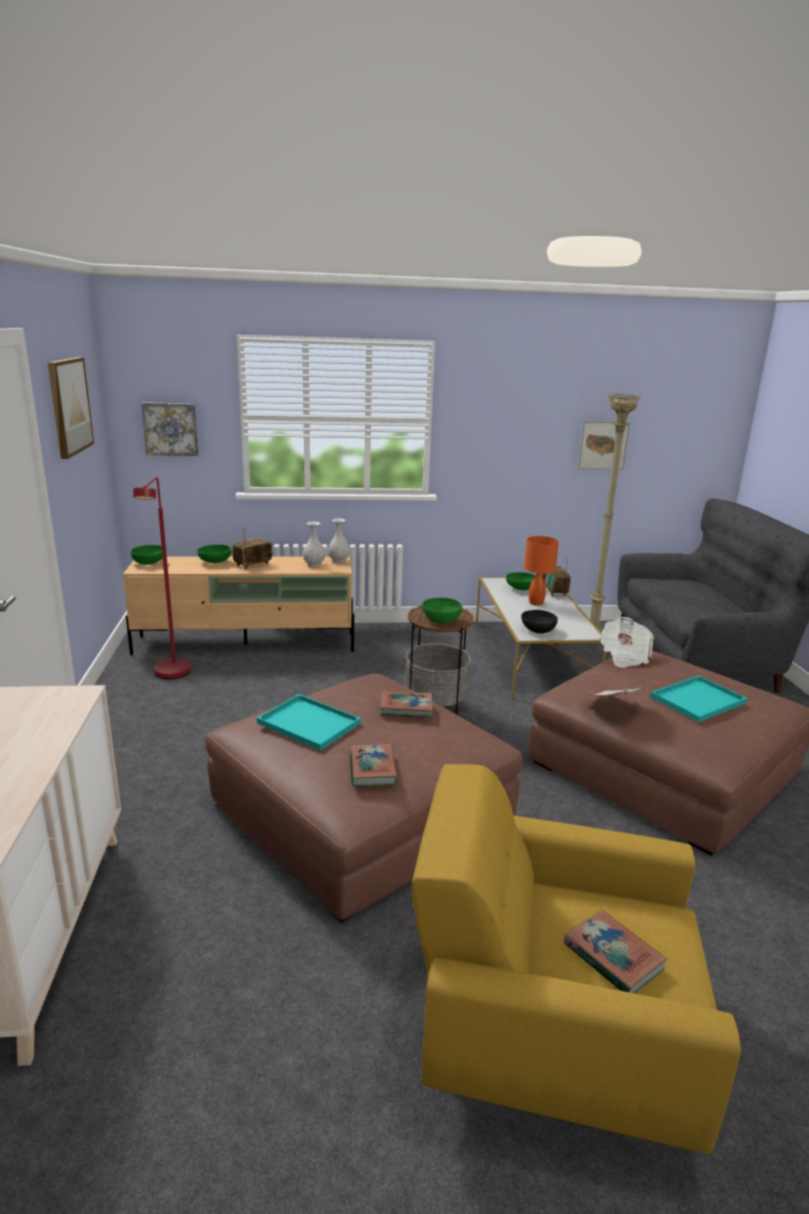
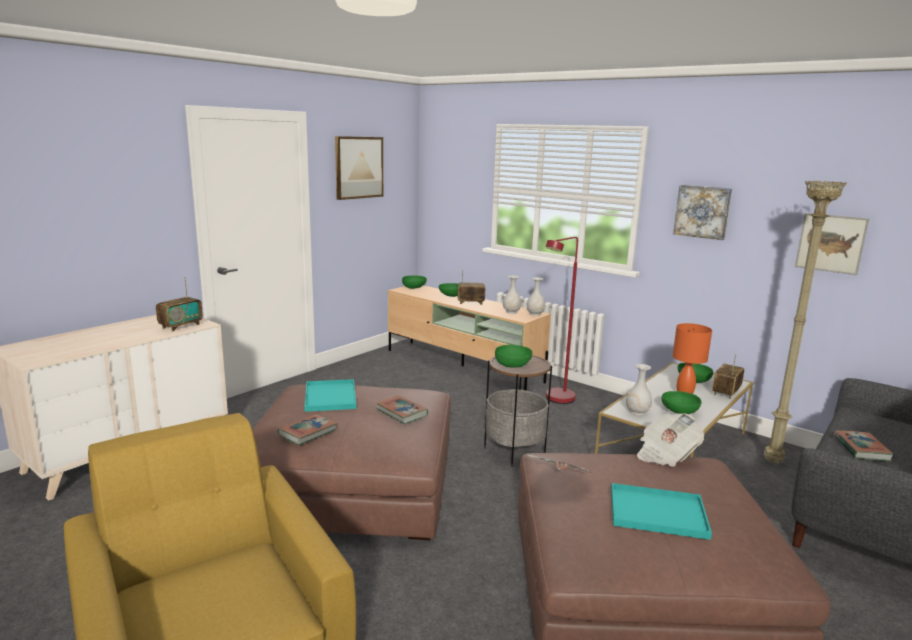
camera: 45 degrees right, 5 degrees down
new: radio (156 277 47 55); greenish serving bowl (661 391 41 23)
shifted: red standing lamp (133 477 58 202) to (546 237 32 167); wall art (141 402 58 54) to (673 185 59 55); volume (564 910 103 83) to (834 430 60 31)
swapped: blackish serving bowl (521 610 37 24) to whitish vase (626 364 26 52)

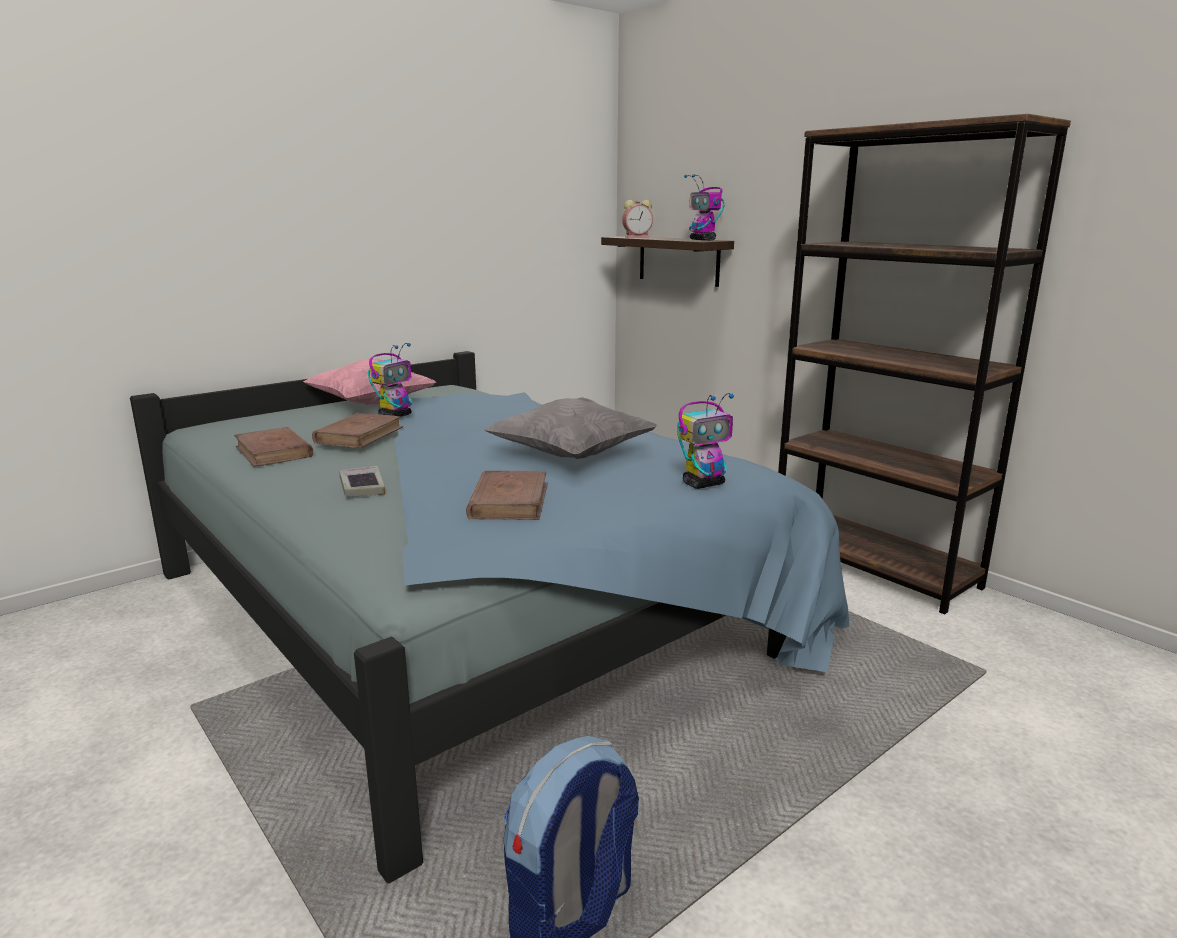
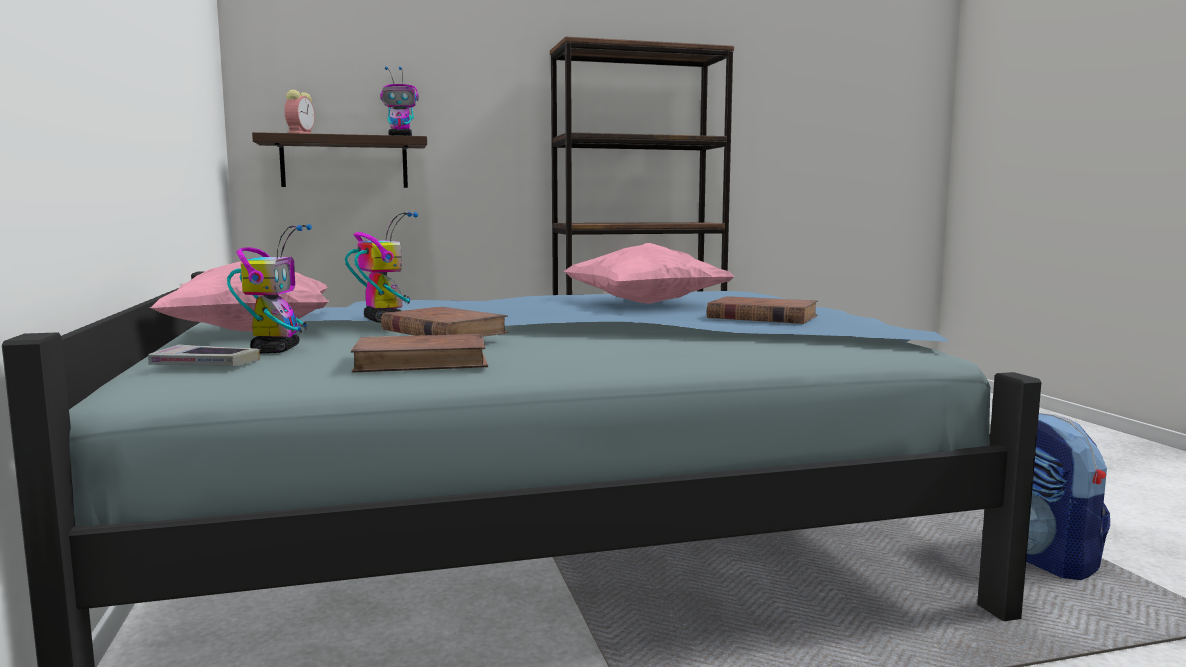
camera: 65 degrees left, 10 degrees down
shifted: volume (339 466 46 30) to (148 344 112 22); robot figure (677 393 57 96) to (227 224 85 129)
repainted: gray pillow (483 397 174 62) to pinkish pillow (563 243 172 61)

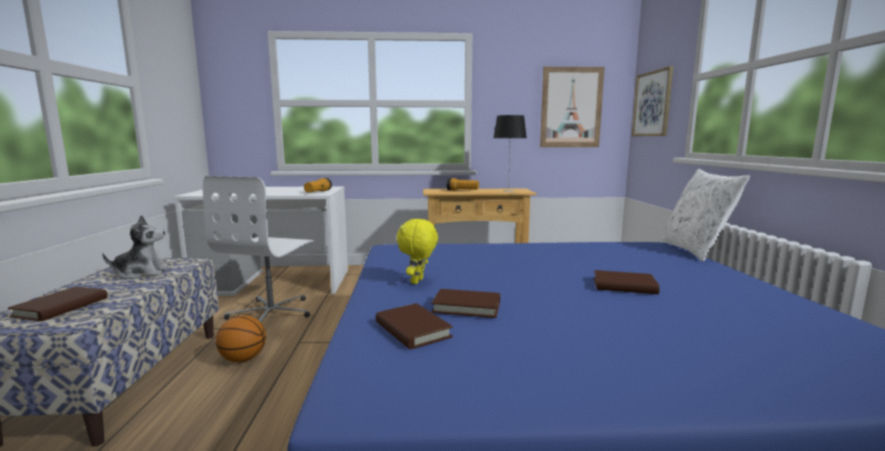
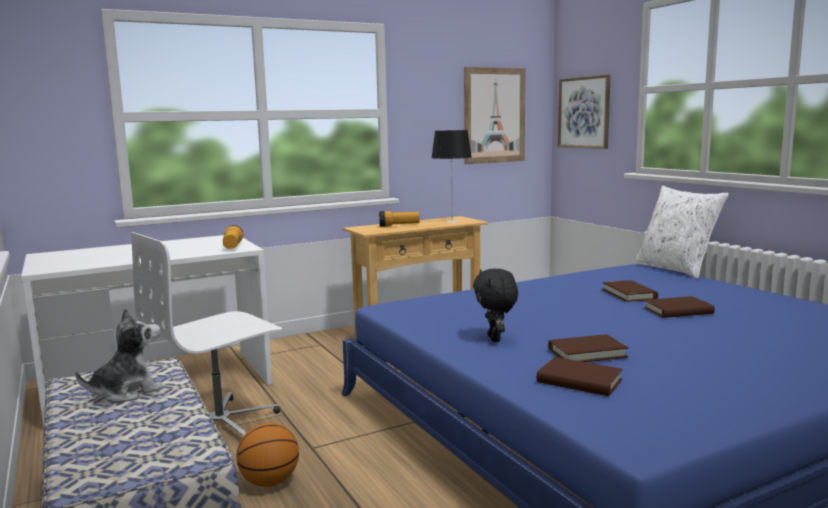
camera: 25 degrees left, 0 degrees up
shifted: brownish volume (8 286 100 35) to (602 280 56 22)
repainted: yellow cuddly toy (397 219 41 65) to blackish cuddly toy (473 268 45 74)
rotated: whitish office chair (203 176 111 146) = (131 232 151 204) 60 degrees clockwise

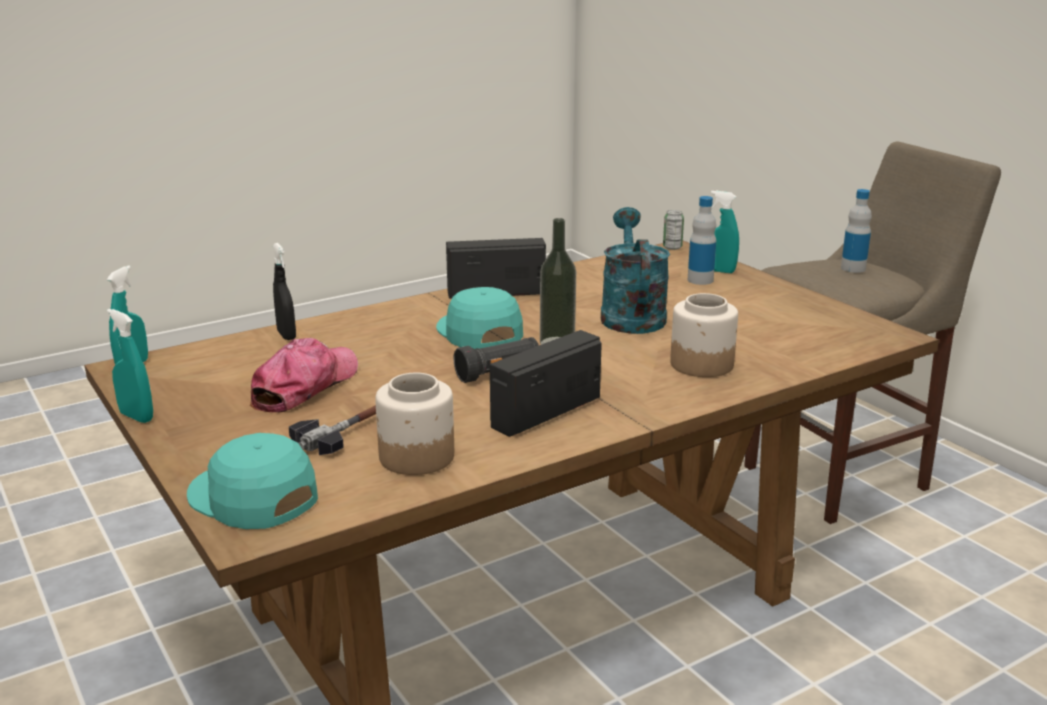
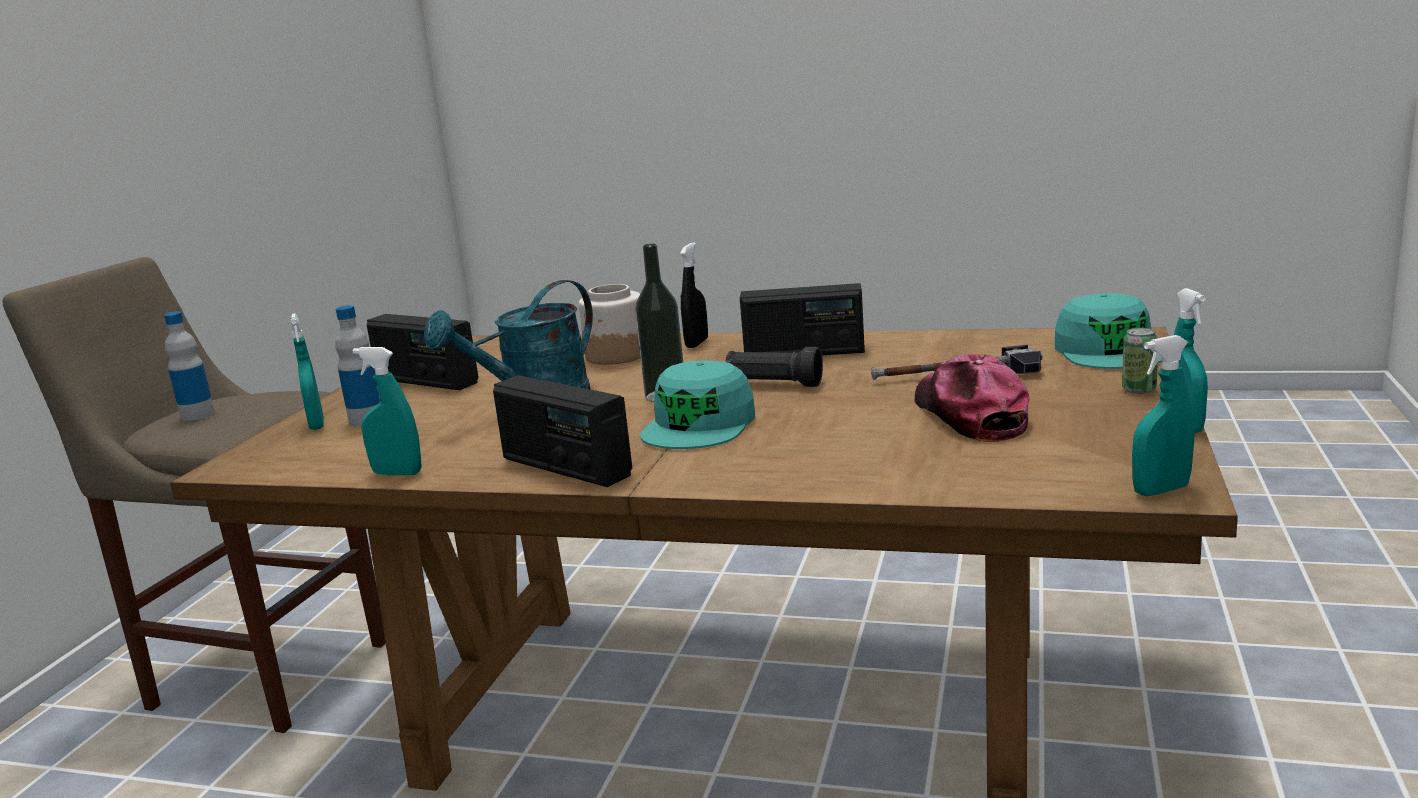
camera: 130 degrees left, 5 degrees down
gone: preserve jar (375 373 79 102)
new: turquoise spray bottle (353 347 69 128); radio (367 314 112 76)
shifted: blackish spray bottle (273 243 23 97) to (680 242 28 106); sealed can (663 210 21 40) to (1122 328 36 66)
rotated: baseball cap (250 338 108 74) = (915 354 115 88) 90 degrees clockwise

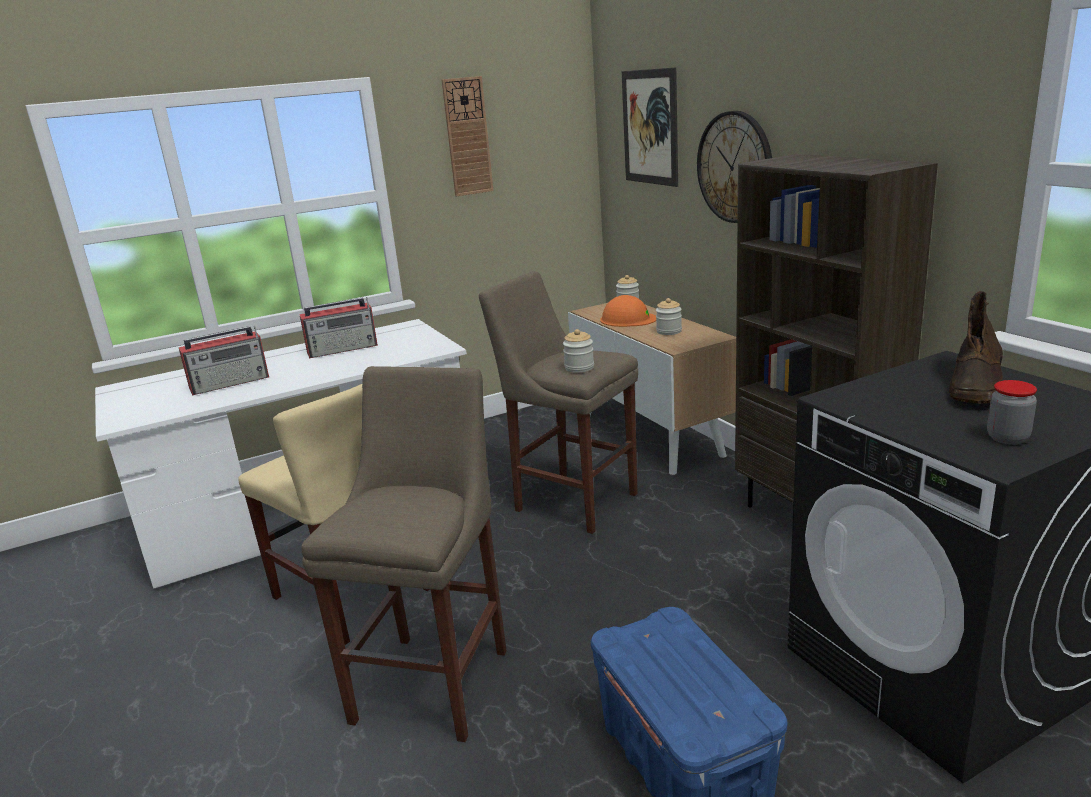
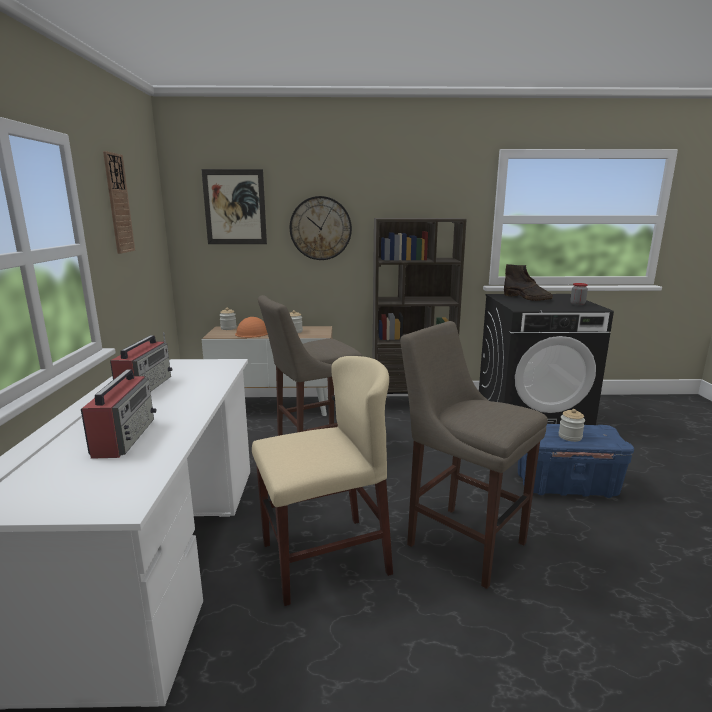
camera: 65 degrees left, 5 degrees down
shifted: preserve jar (563 329 31 44) to (559 409 26 33)

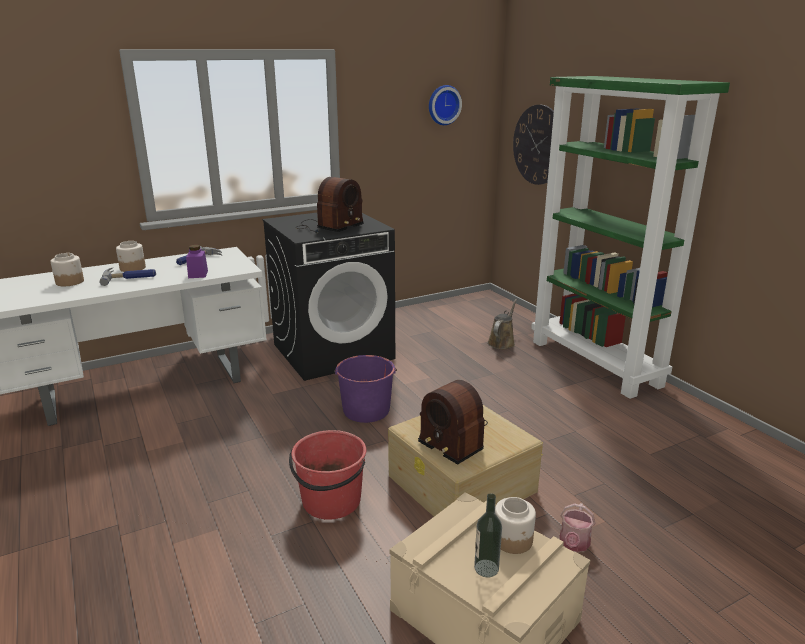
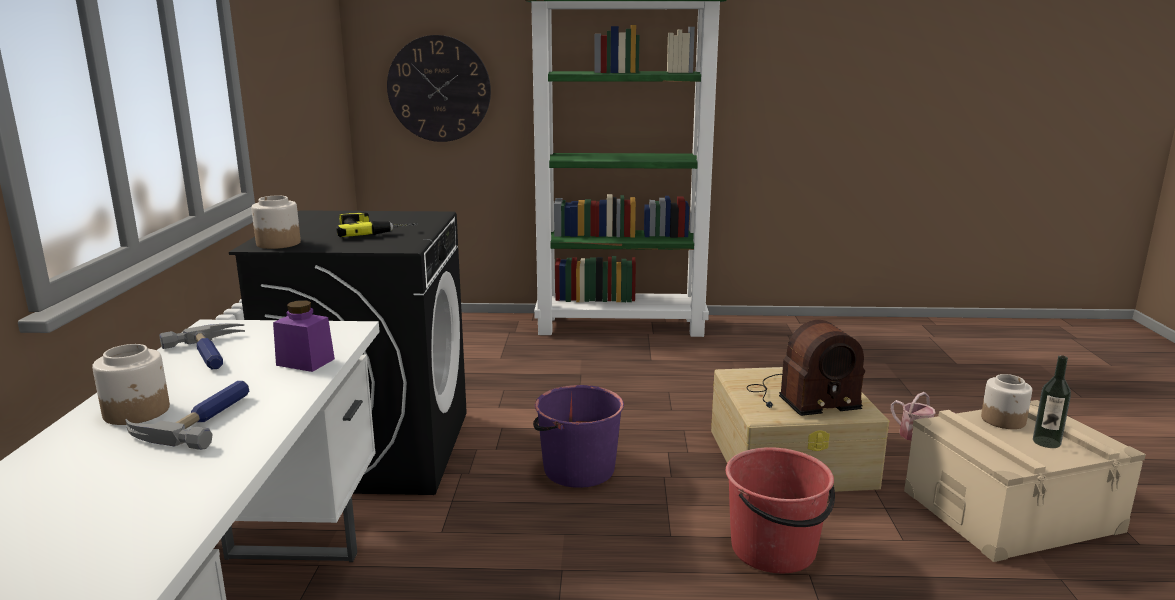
camera: 60 degrees left, 5 degrees down
gone: clock on the wall (429 85 33 40); brownish sprinkling can (487 299 30 50)
shifted: preserve jar (51 253 33 33) to (251 196 50 53)
swapped: radio (295 177 69 56) to electric drill (336 212 82 25)

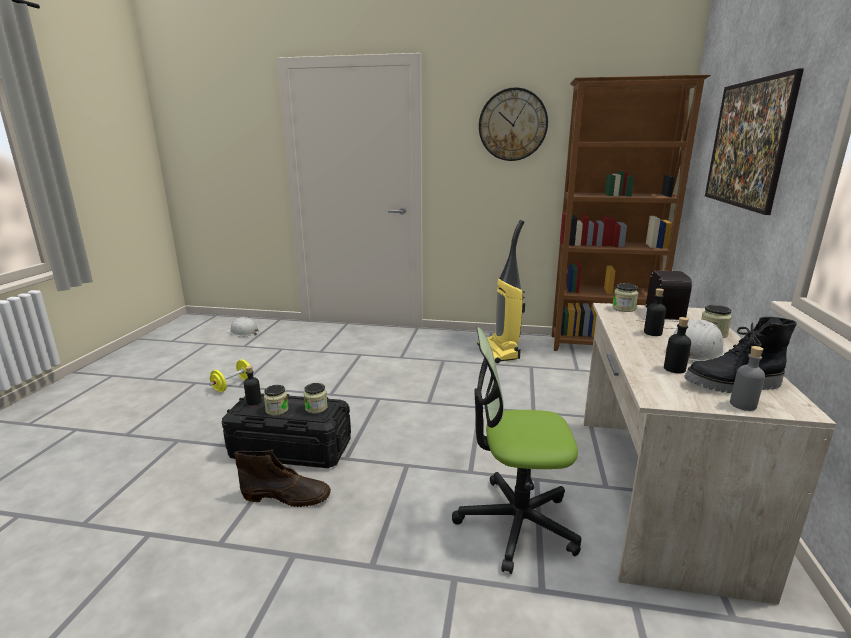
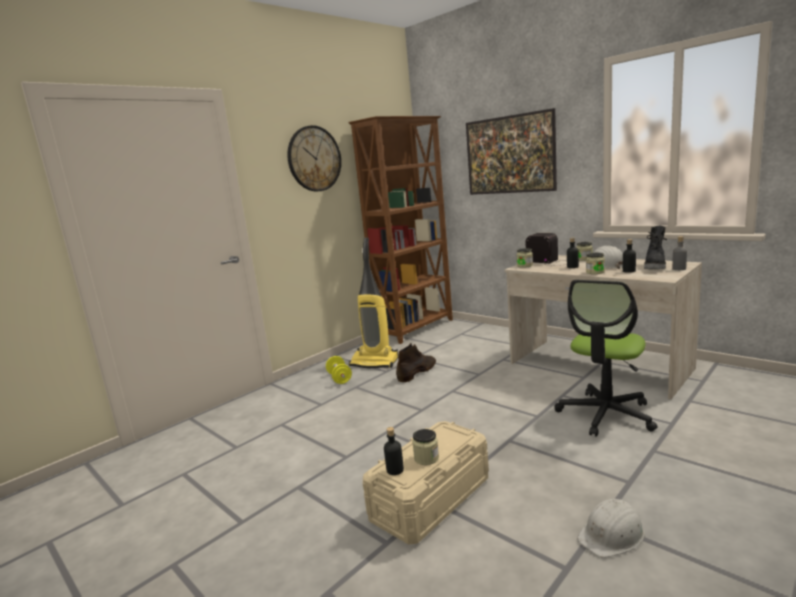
camera: 55 degrees left, 5 degrees down
shifted: yellow dumbbell (209 359 44 33) to (326 356 26 28); whitish safety helmet (226 317 33 20) to (577 499 68 59); brownish boot (235 449 96 58) to (396 343 40 39); preserve jar (304 383 24 30) to (586 253 19 21)
repainted: blackish storage bin (222 393 129 75) to sand-coloured storage bin (363 421 126 124)

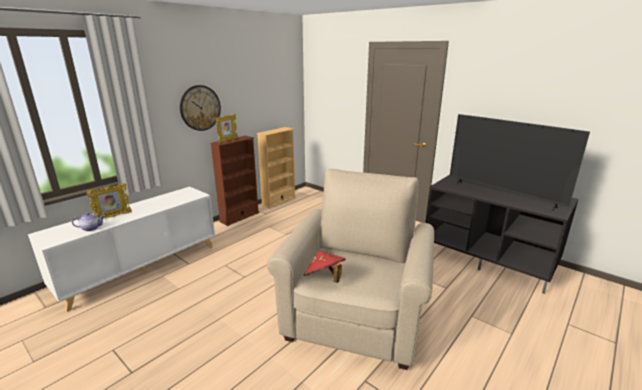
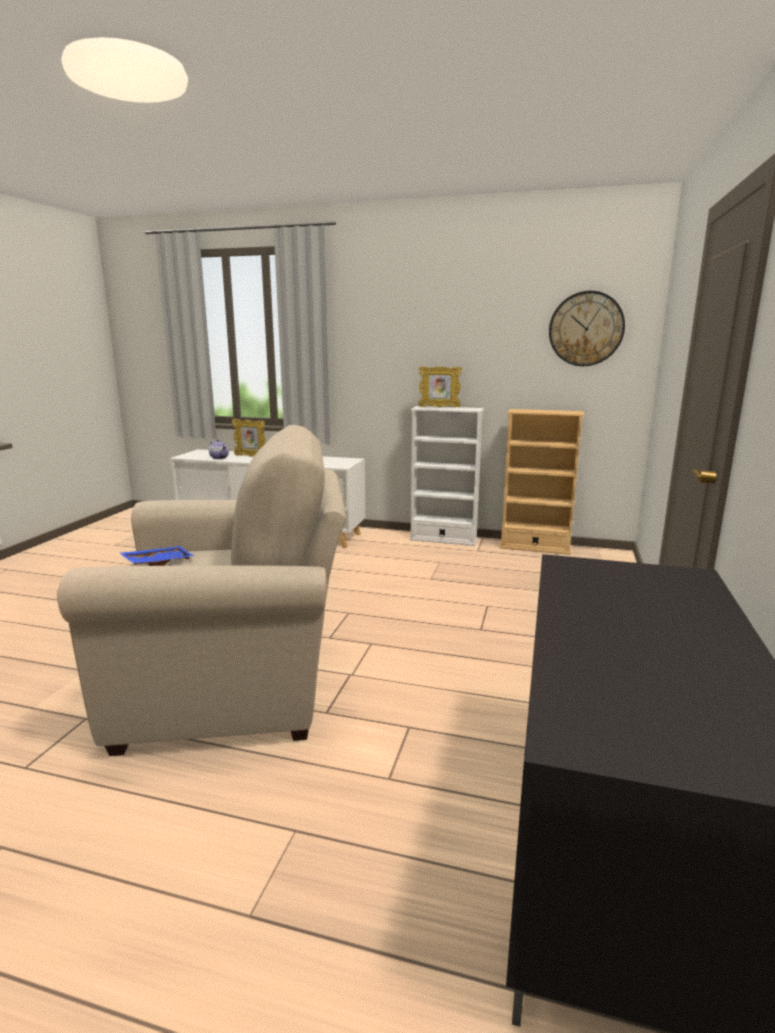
camera: 65 degrees right, 5 degrees down
gone: television (450 114 140 97)
shifted: clock on the wall (180 85 41 46) to (549 291 76 75)
swapped: red wearable hat (303 250 43 33) to blue-coloured serving tray (120 546 74 20)
repainted: brownish bookshelf (210 136 50 90) to whitish bookshelf (409 406 75 140)

